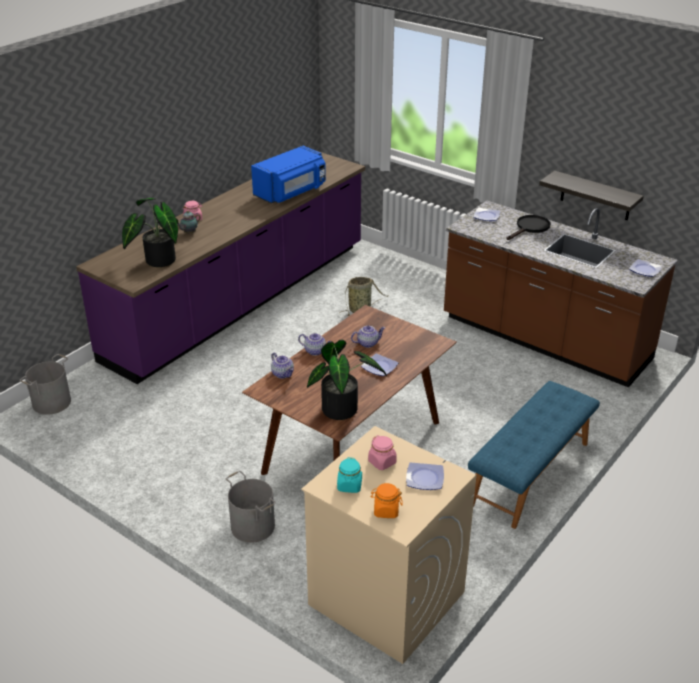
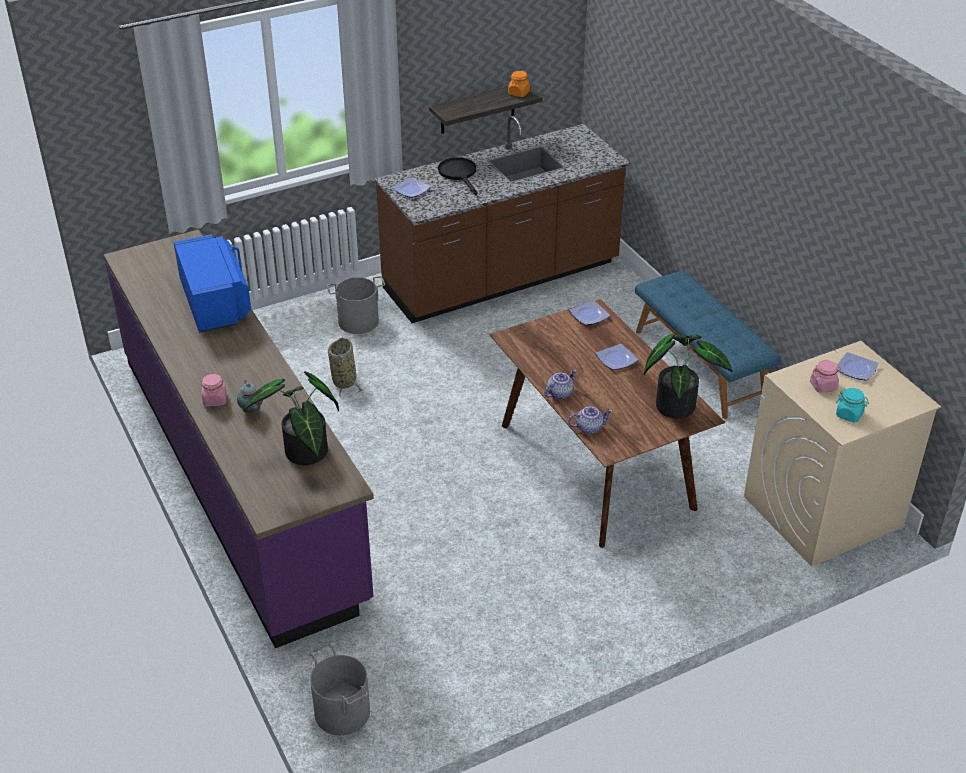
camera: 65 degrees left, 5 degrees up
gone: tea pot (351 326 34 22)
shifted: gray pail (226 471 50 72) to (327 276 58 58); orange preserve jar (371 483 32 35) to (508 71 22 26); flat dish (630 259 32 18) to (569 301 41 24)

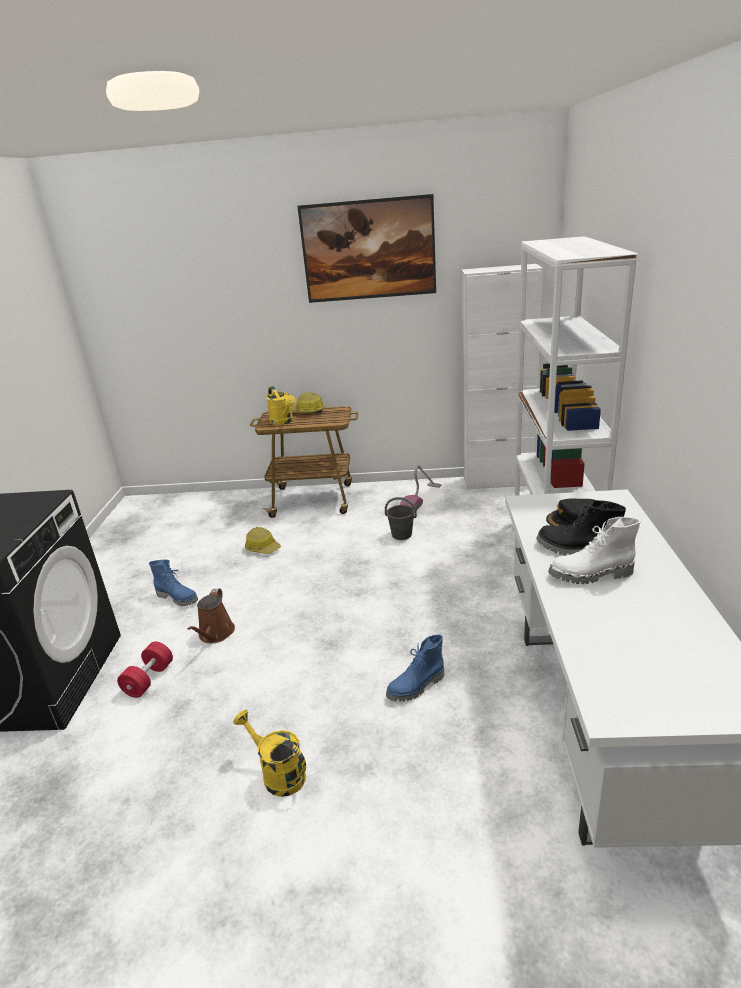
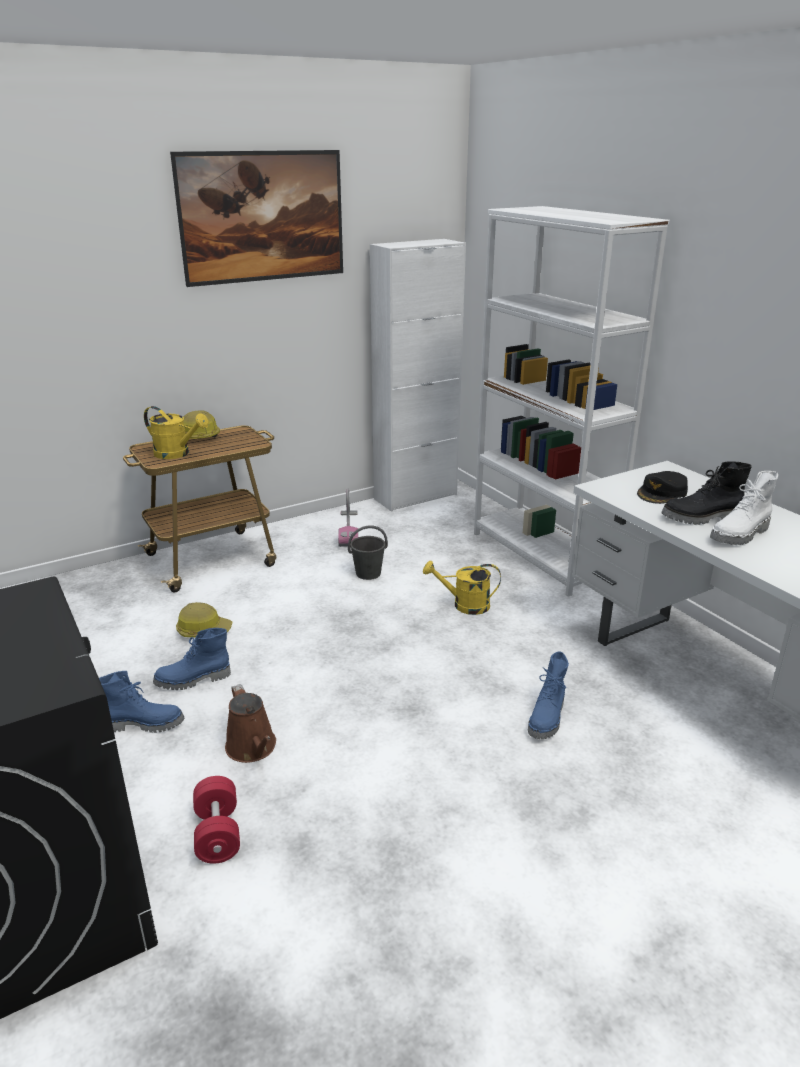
camera: 35 degrees left, 0 degrees up
new: blue-coloured boot (153 628 78 62)
shifted: yellow sprinkling can (233 710 73 87) to (423 561 78 54)

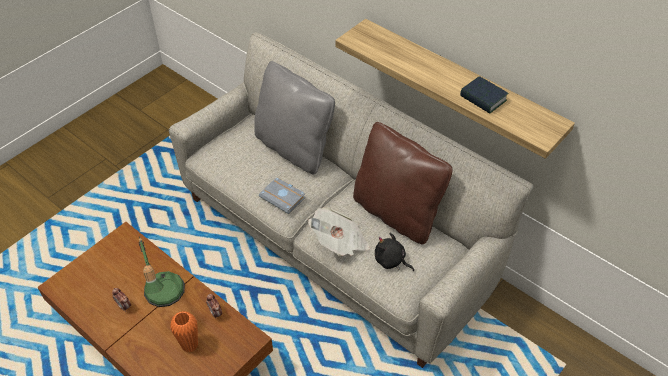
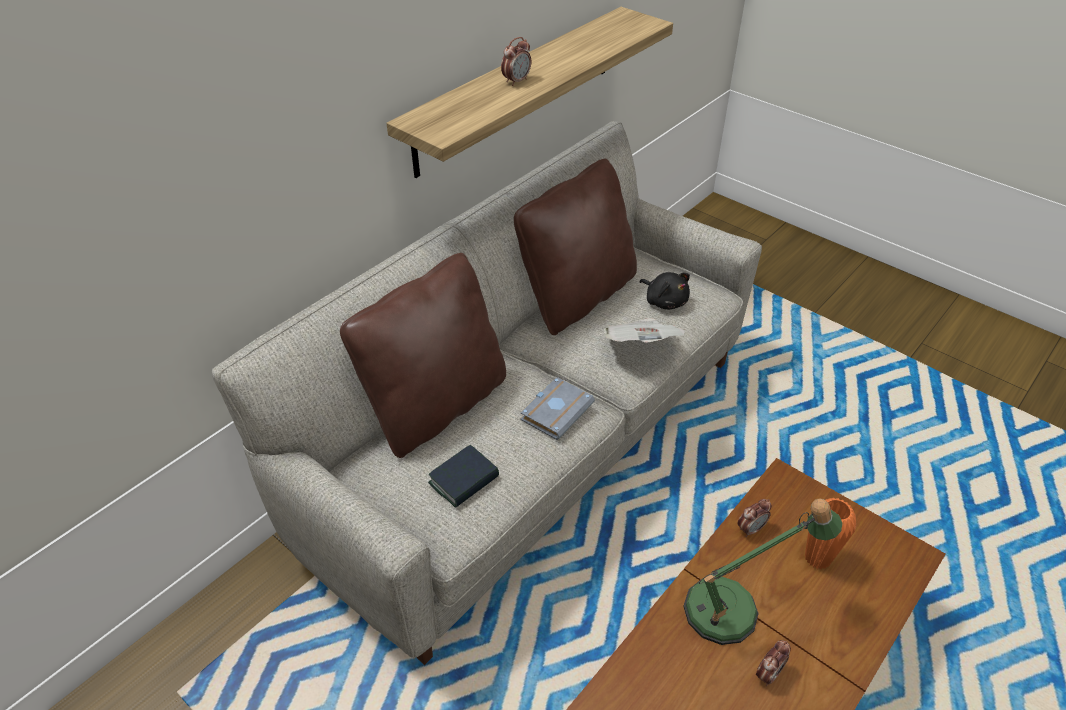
camera: 90 degrees left, 5 degrees down
new: alarm clock (501 37 30 49)
shifted: volume (460 76 48 38) to (428 445 71 63)
repainted: gray pillow (254 61 81 113) to brownish pillow (340 253 166 205)
rotated: blackish cuddly toy (375 233 39 38) = (640 272 50 38) 75 degrees counterclockwise

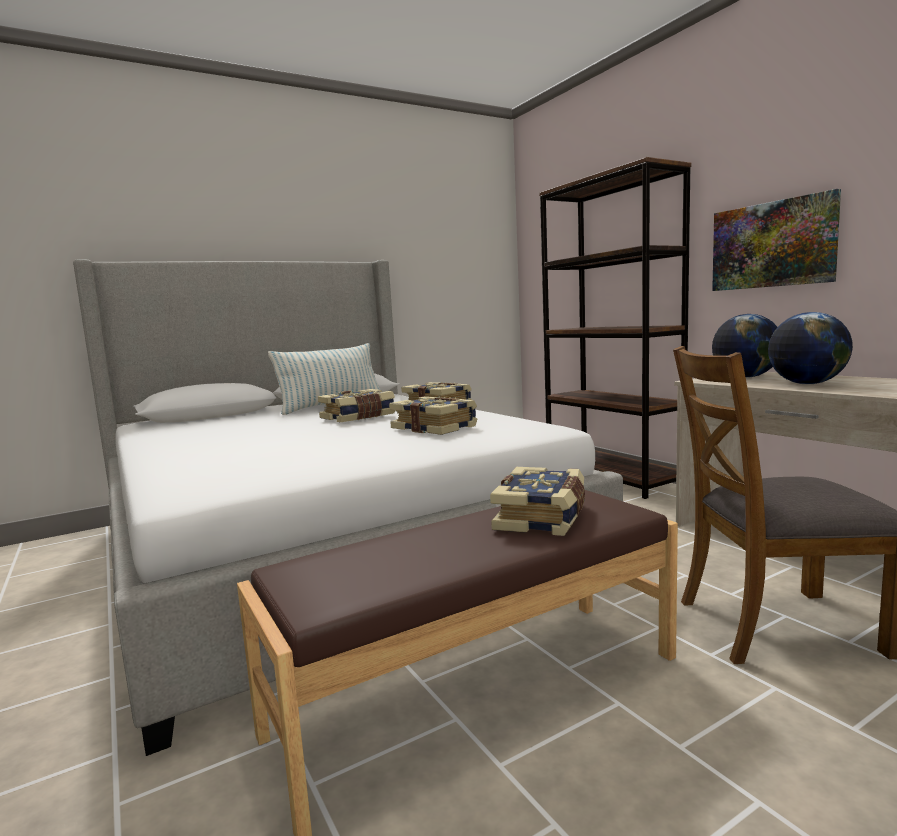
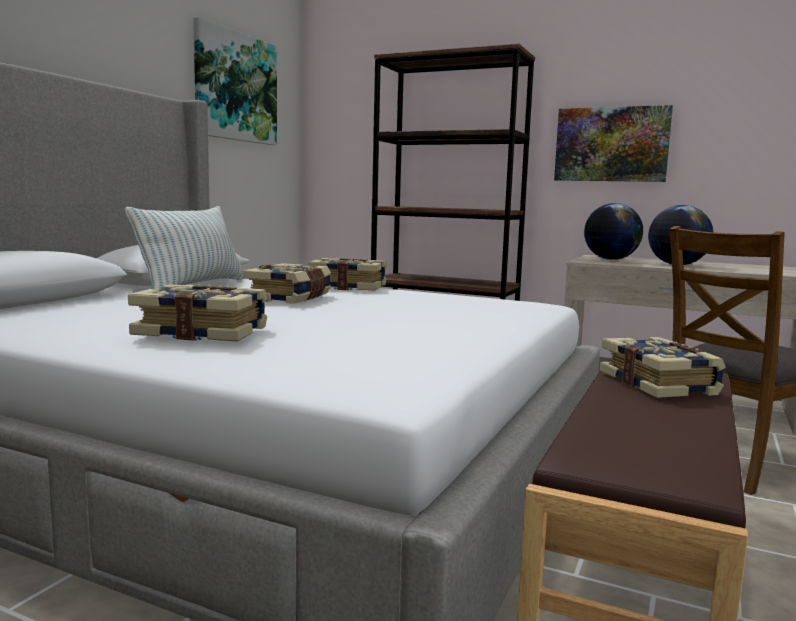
camera: 35 degrees left, 0 degrees up
new: wall art (193 17 84 128)
shifted: volume (389 397 88 38) to (128 284 139 57)

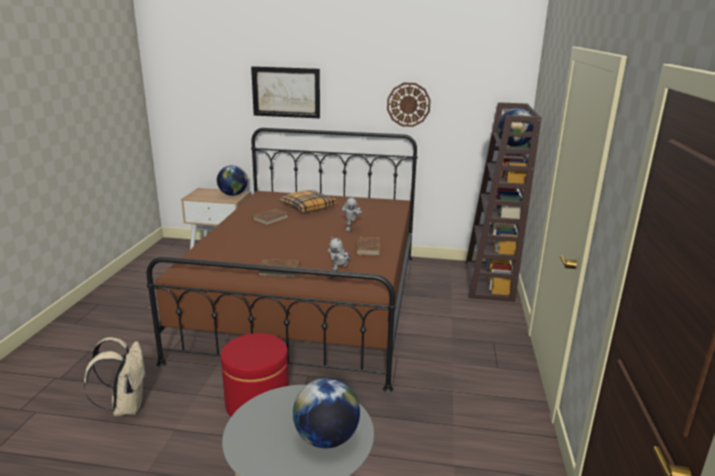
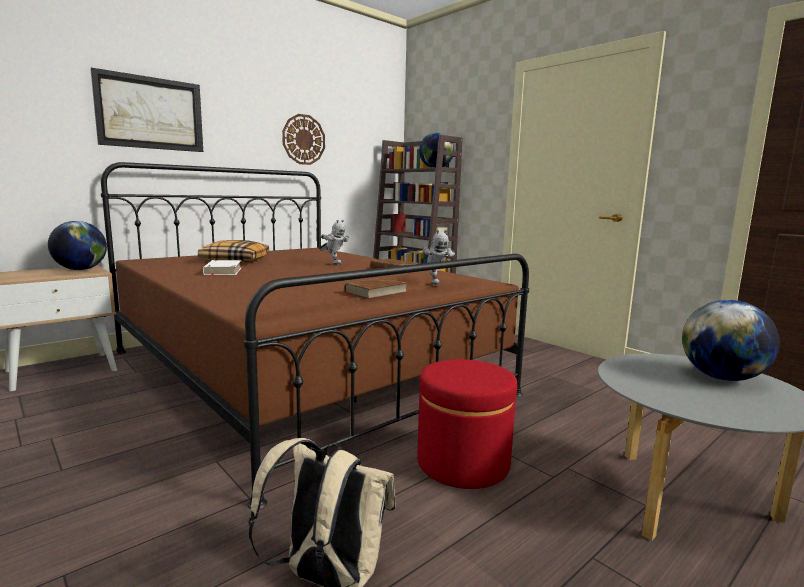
camera: 50 degrees left, 10 degrees down
repainted: brownish volume (252 209 36 17) to whitish volume (203 260 38 17)

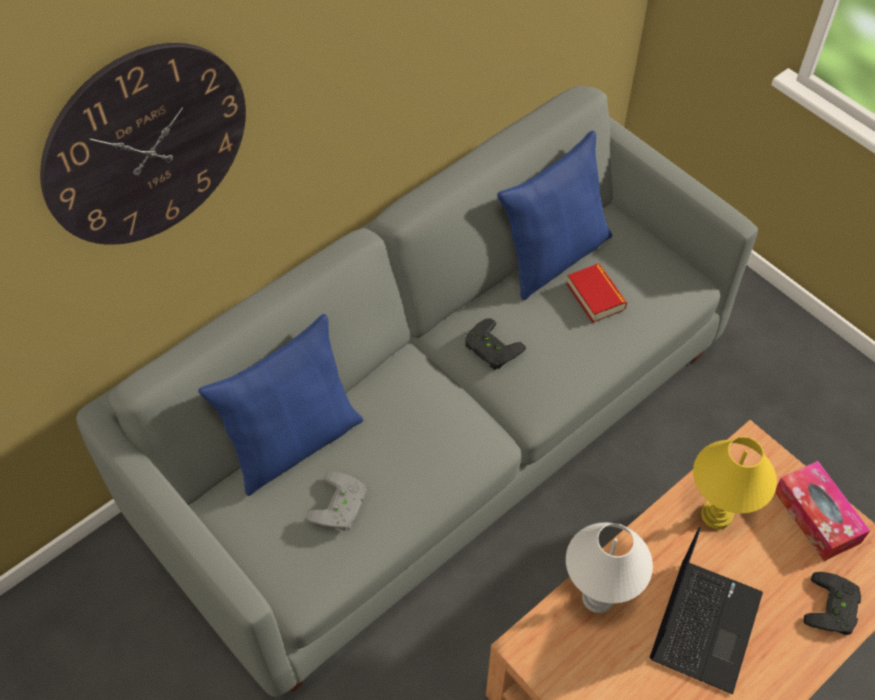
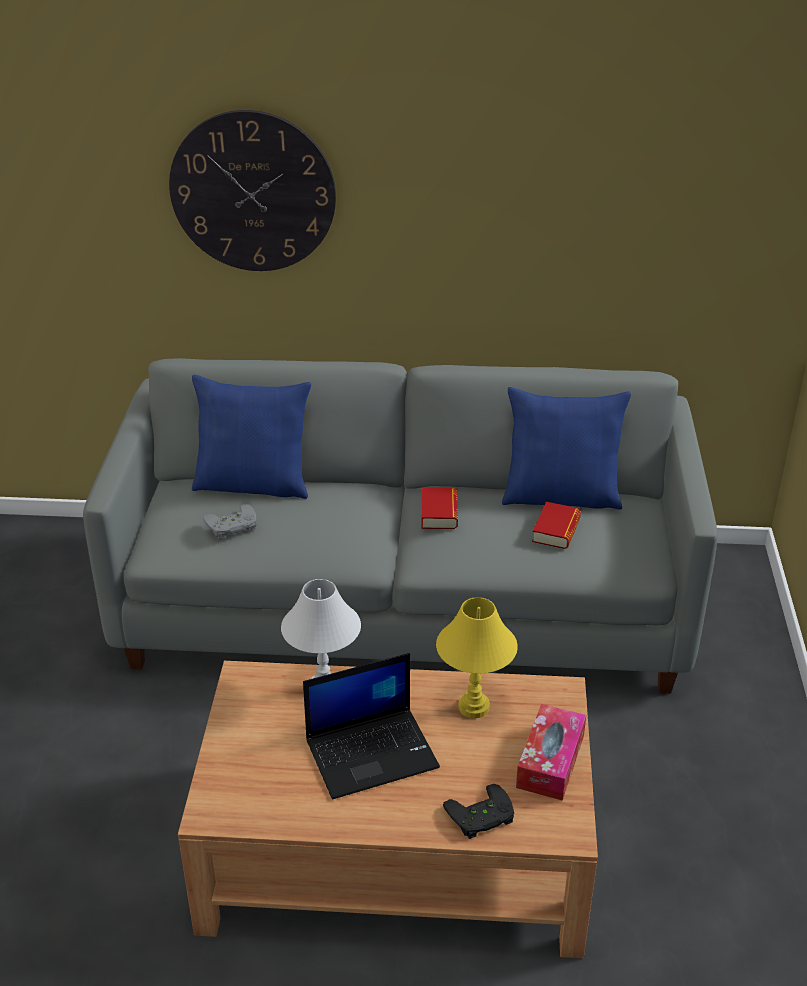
camera: 45 degrees right, 20 degrees down
swapped: blackish joypad (465 318 61 52) to volume (422 488 36 41)

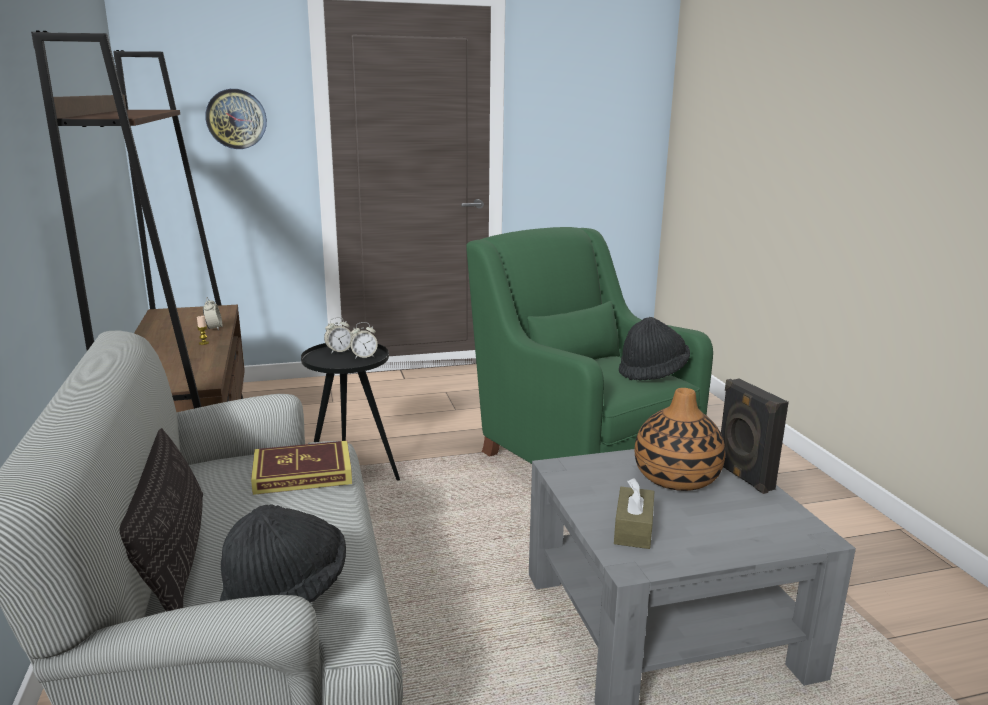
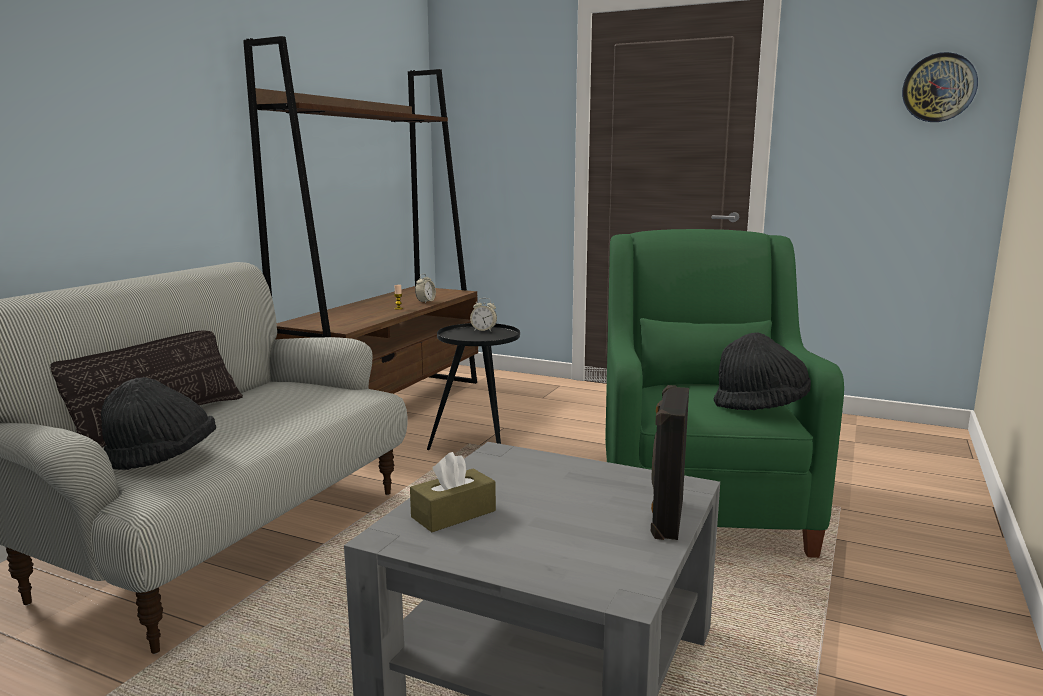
camera: 40 degrees right, 5 degrees down
gone: volume (251 441 101 54); alarm clock (350 322 28 37); vase (635 388 90 103)
shifted: clock on the wall (205 89 62 60) to (902 52 76 70)

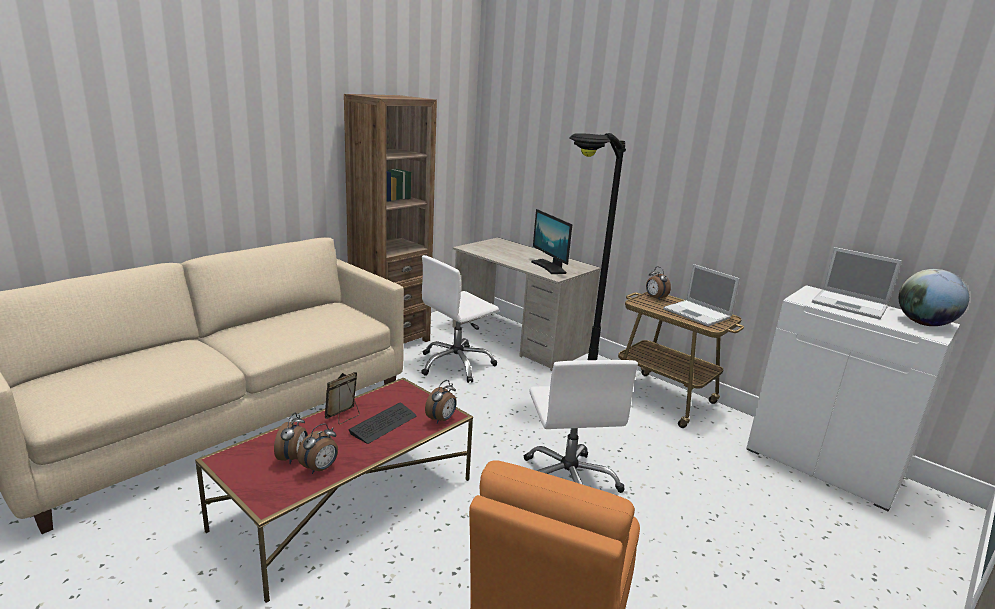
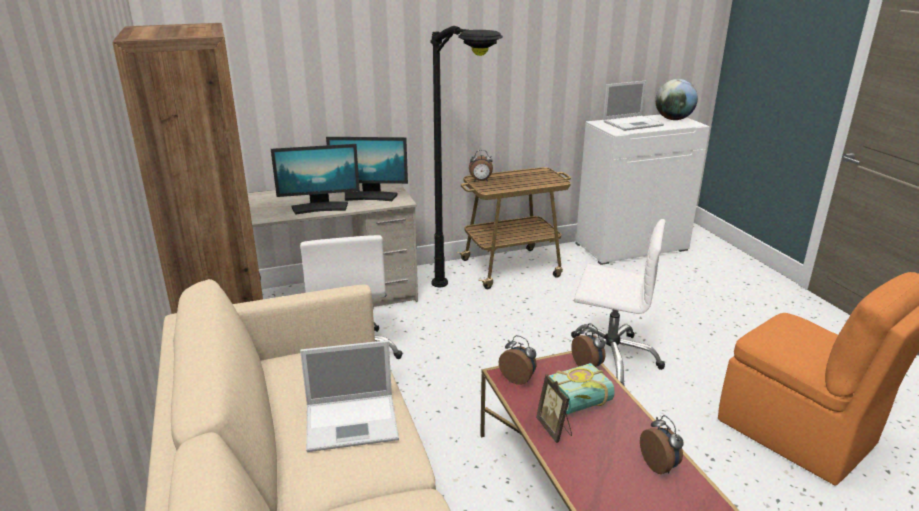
camera: 60 degrees left, 5 degrees up
new: computer screen (271 144 89 71)
shifted: alarm clock (274 413 34 51) to (499 335 38 50); portable computer (664 264 76 62) to (300 340 99 112)
swapped: PC keyboard (348 402 69 42) to volume (549 363 66 51)

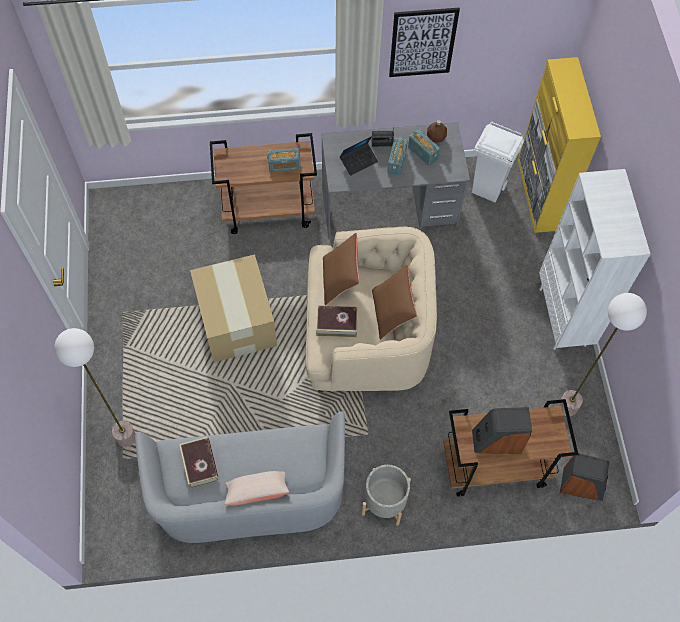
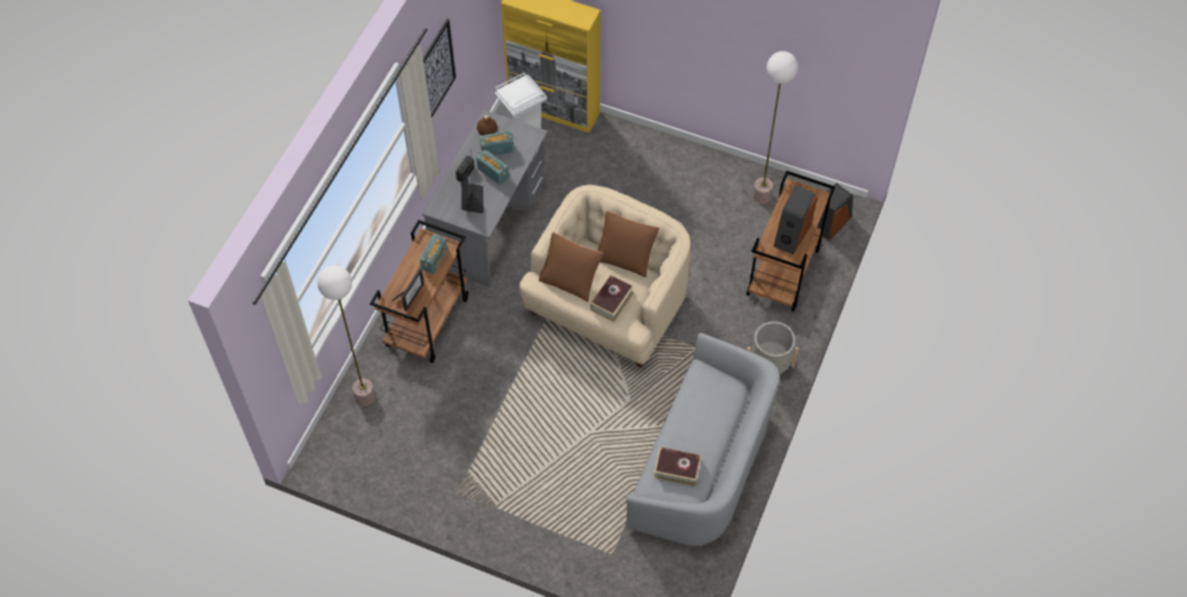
camera: 60 degrees left, 5 degrees down
gone: packing box (190 254 87 108); sand-coloured pillow (225 471 64 34); whitish bookshelf (539 169 112 181)
new: photo frame (392 269 32 42)
shifted: standing lamp (54 328 81 119) to (317 265 58 141)

